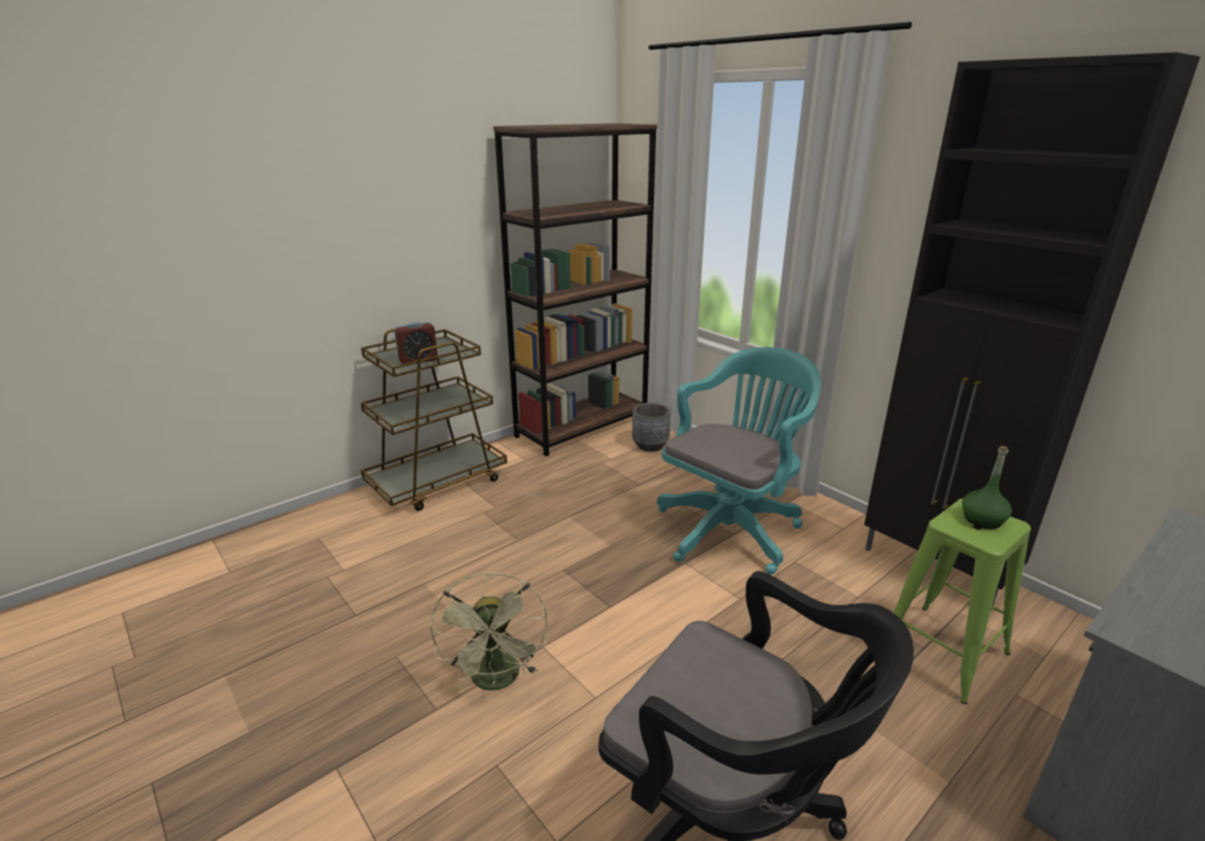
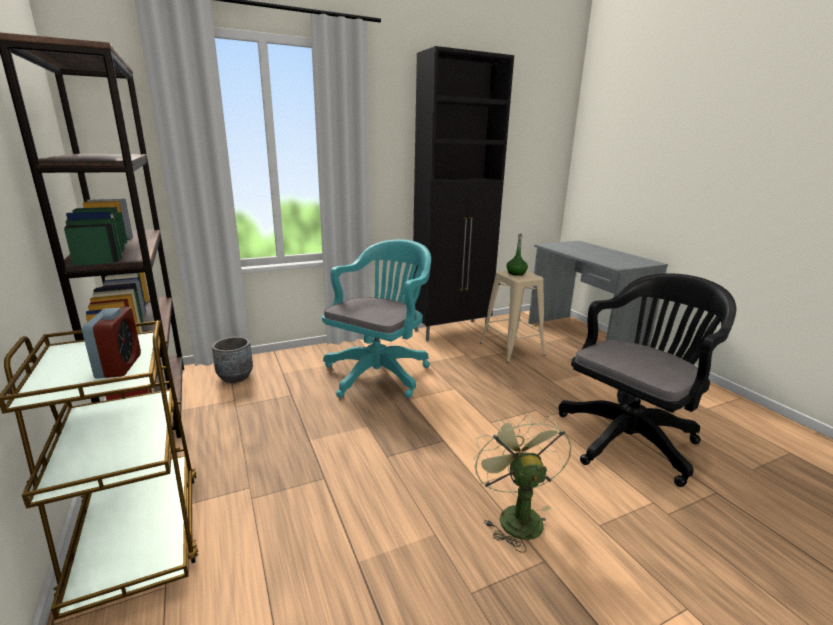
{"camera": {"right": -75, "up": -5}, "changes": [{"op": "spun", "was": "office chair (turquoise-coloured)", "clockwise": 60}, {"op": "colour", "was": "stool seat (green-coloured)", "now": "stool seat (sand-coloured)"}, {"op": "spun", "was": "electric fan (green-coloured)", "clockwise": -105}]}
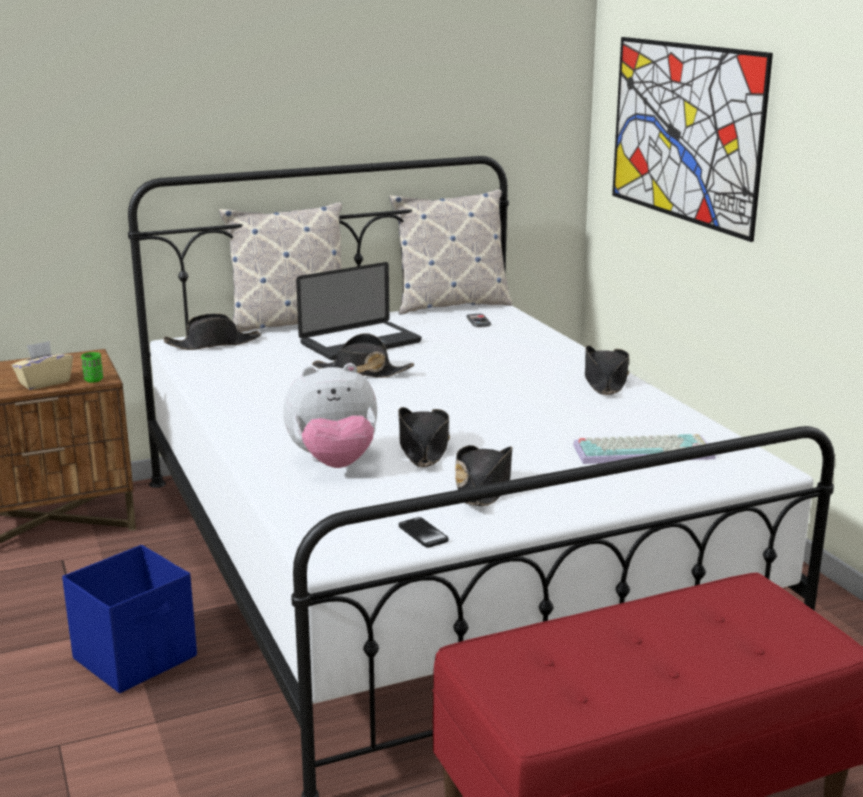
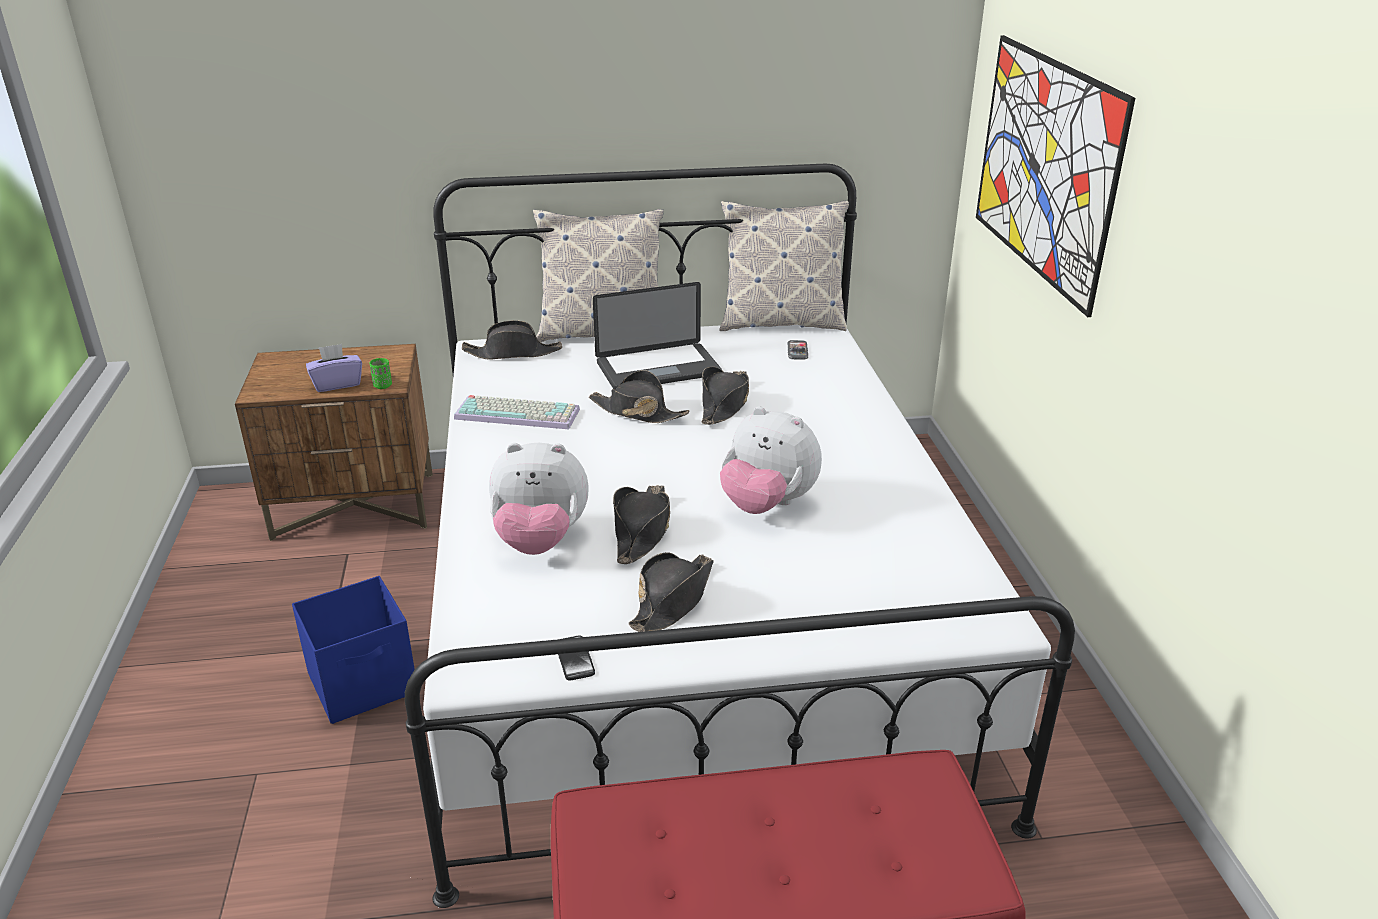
{"camera": {"right": 15, "up": 10}, "changes": [{"op": "colour", "was": "box of tissues (sand-coloured)", "now": "box of tissues (purple)"}, {"op": "relocated", "was": "wearable hat (black-coloured) (no. 5 from left)"}, {"op": "relocated", "was": "PC keyboard"}, {"op": "appeared", "now": "soft toy (no. 2 from left)"}]}
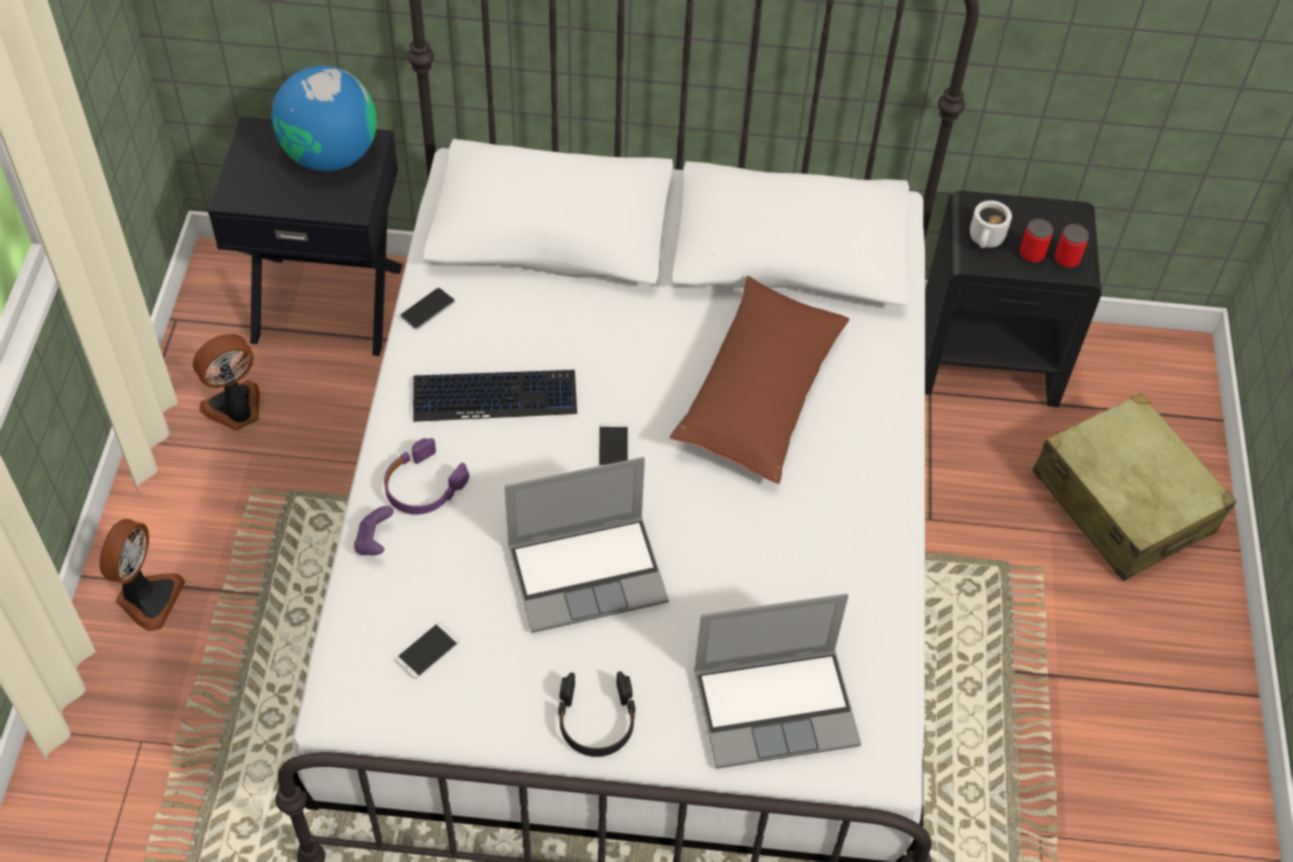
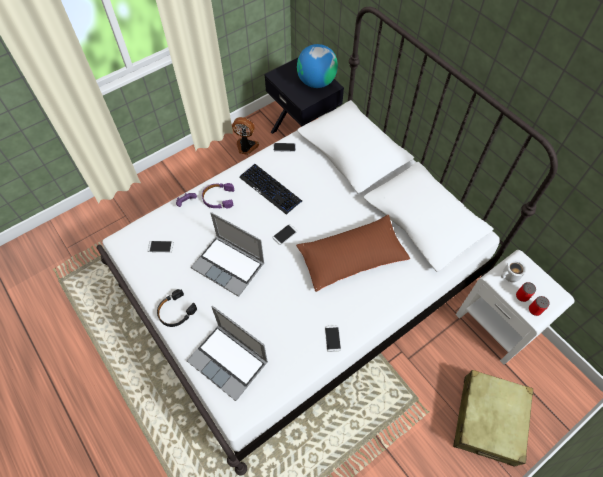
{"camera": {"right": 50, "up": 5}, "changes": [{"op": "colour", "was": "night table (black-coloured) (no. 2 from left)", "now": "night table (white)"}, {"op": "missing", "was": "electric fan (no. 1 from left)"}, {"op": "appeared", "now": "handset (no. 4 from left)"}]}
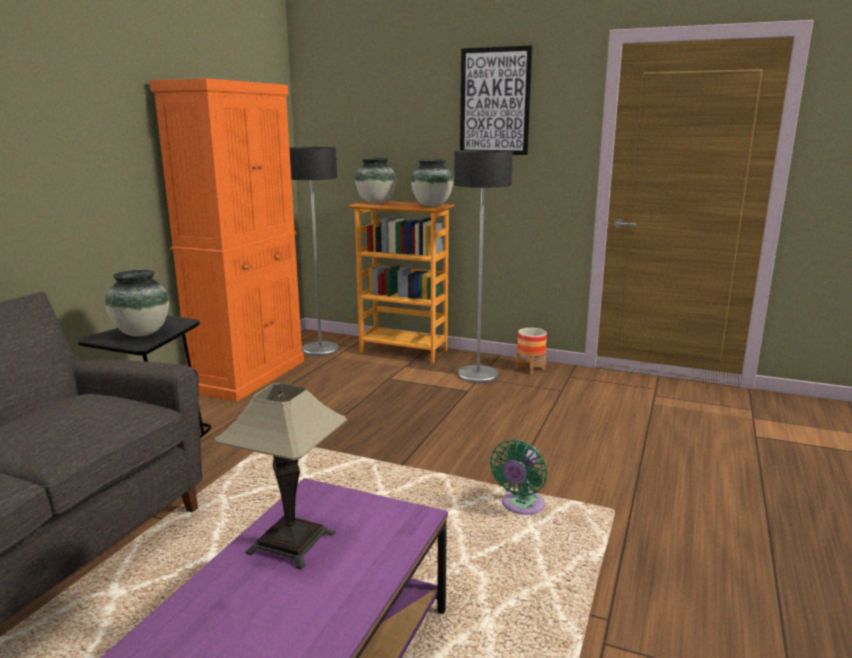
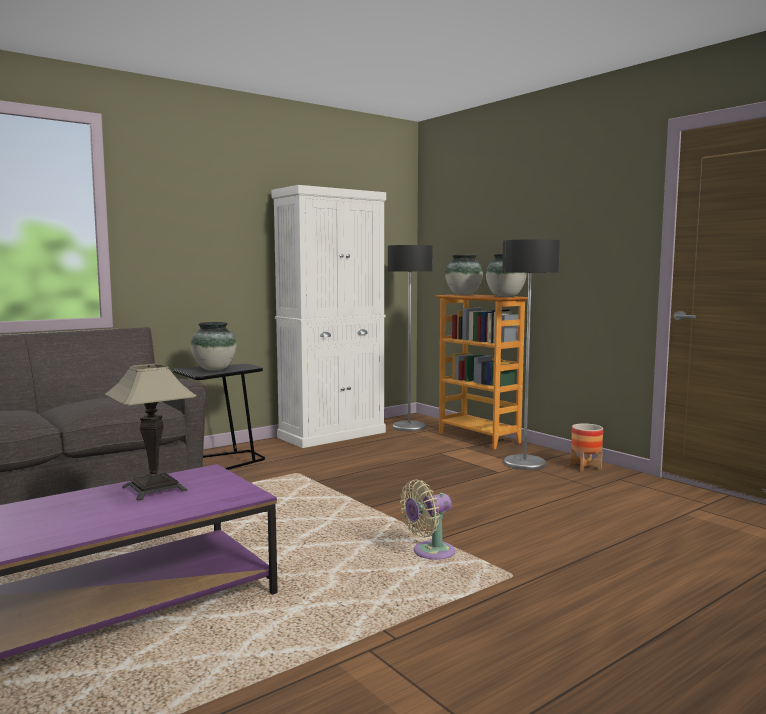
{"camera": {"right": 30, "up": -10}, "changes": [{"op": "missing", "was": "wall art"}, {"op": "colour", "was": "cupboard (orangey)", "now": "cupboard (white)"}, {"op": "colour", "was": "electric fan (green-coloured)", "now": "electric fan (sand-coloured)"}]}
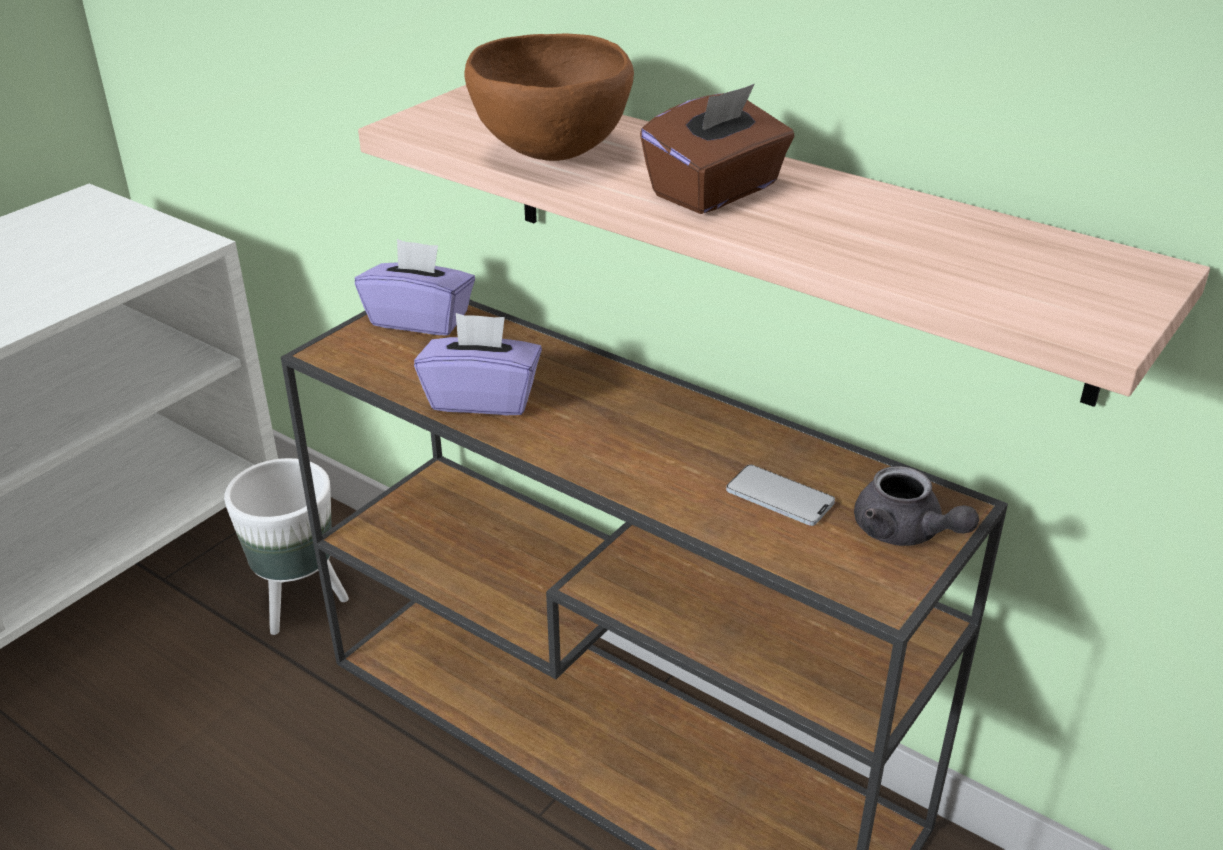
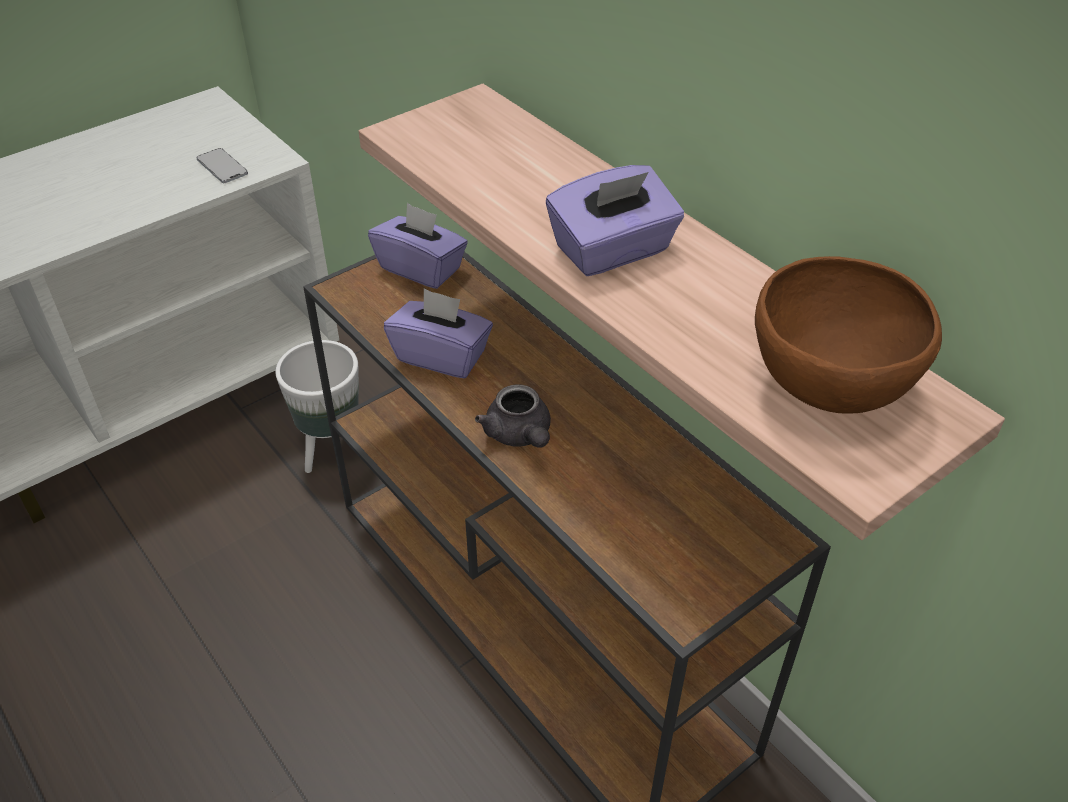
{"camera": {"right": 15, "up": 10}, "changes": [{"op": "relocated", "was": "bowl (brownish)"}, {"op": "colour", "was": "box of tissues (brownish)", "now": "box of tissues (purple) (no. 3 from left)"}, {"op": "relocated", "was": "handset"}, {"op": "relocated", "was": "pot for tea (gray)"}]}
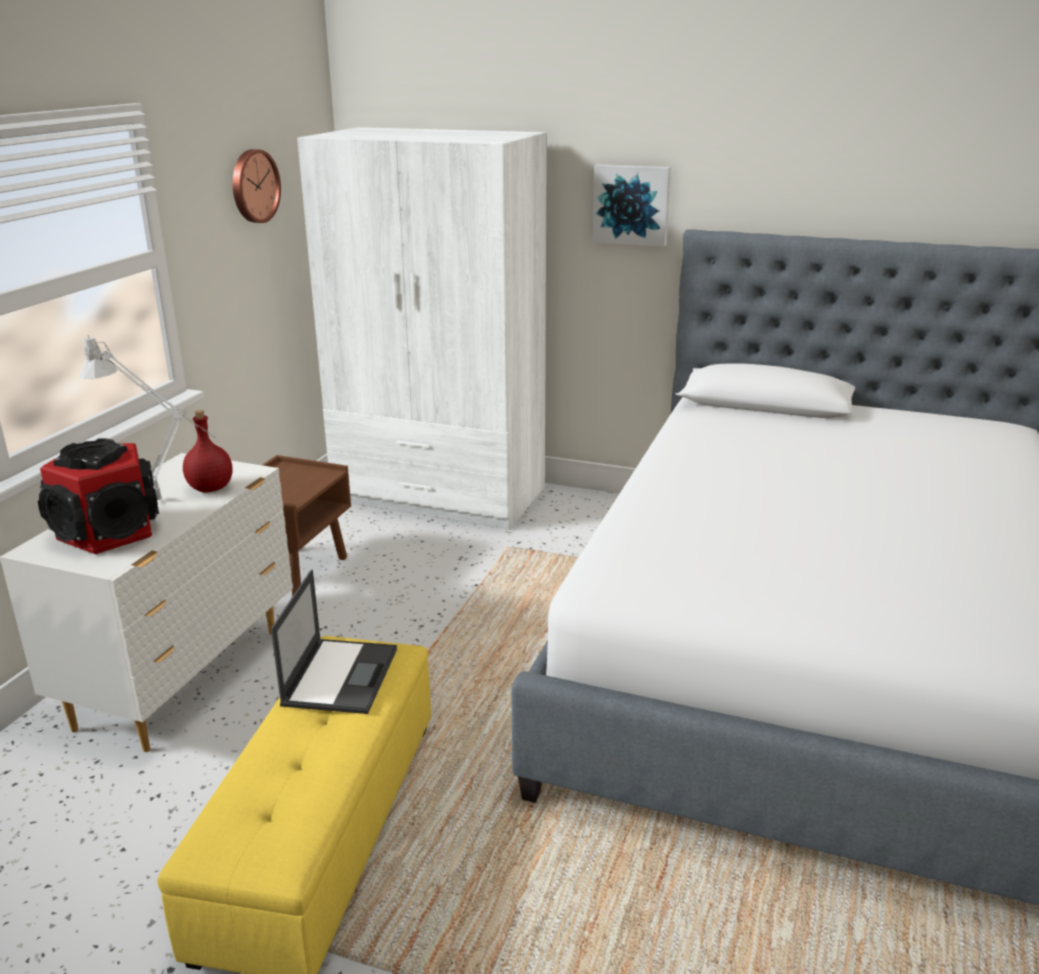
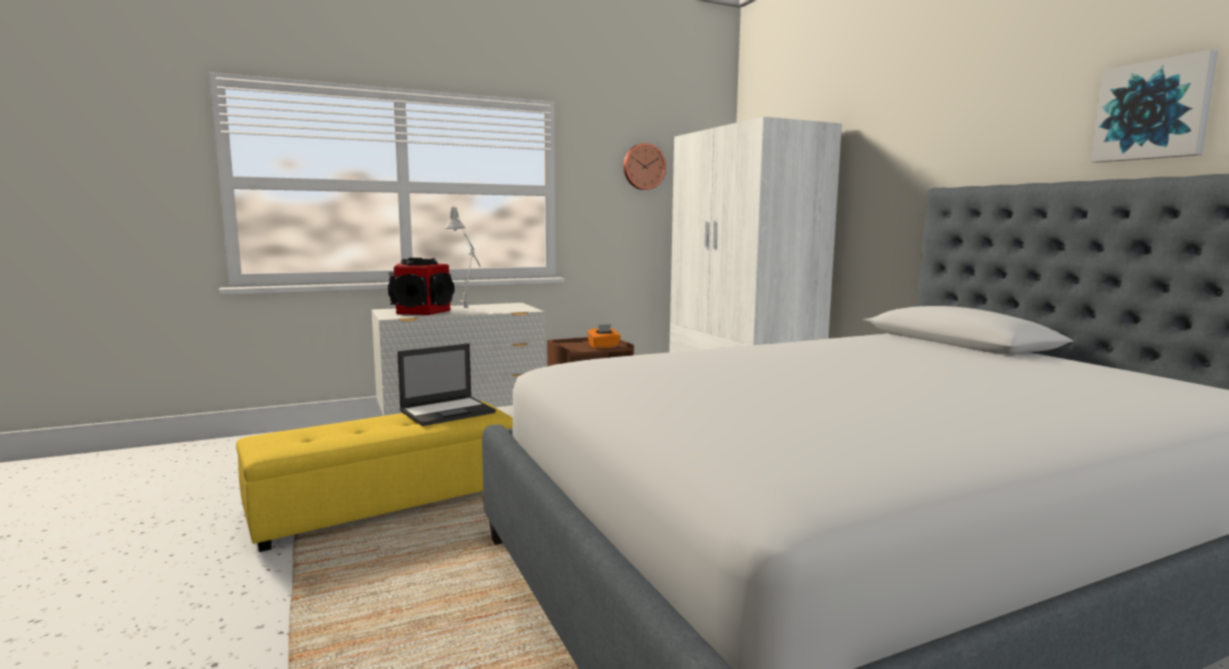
{"camera": {"right": 45, "up": -15}, "changes": [{"op": "relocated", "was": "wall art"}, {"op": "missing", "was": "bottle (red)"}, {"op": "appeared", "now": "box of tissues (orangey)"}]}
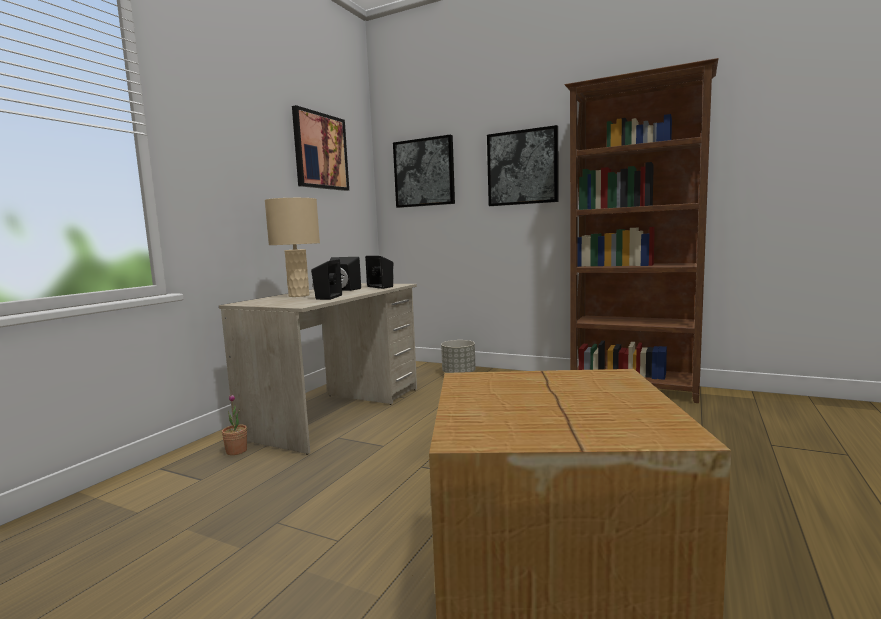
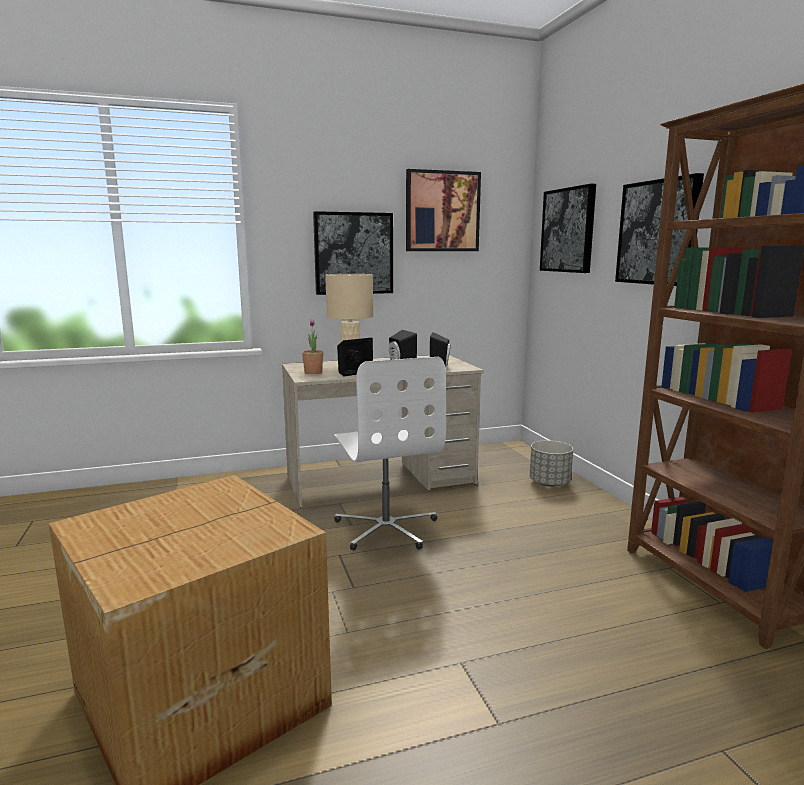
{"camera": {"right": 45, "up": 5}, "changes": [{"op": "relocated", "was": "plant in a pot"}, {"op": "appeared", "now": "wall art (no. 1 from left)"}, {"op": "appeared", "now": "office chair (white)"}]}
